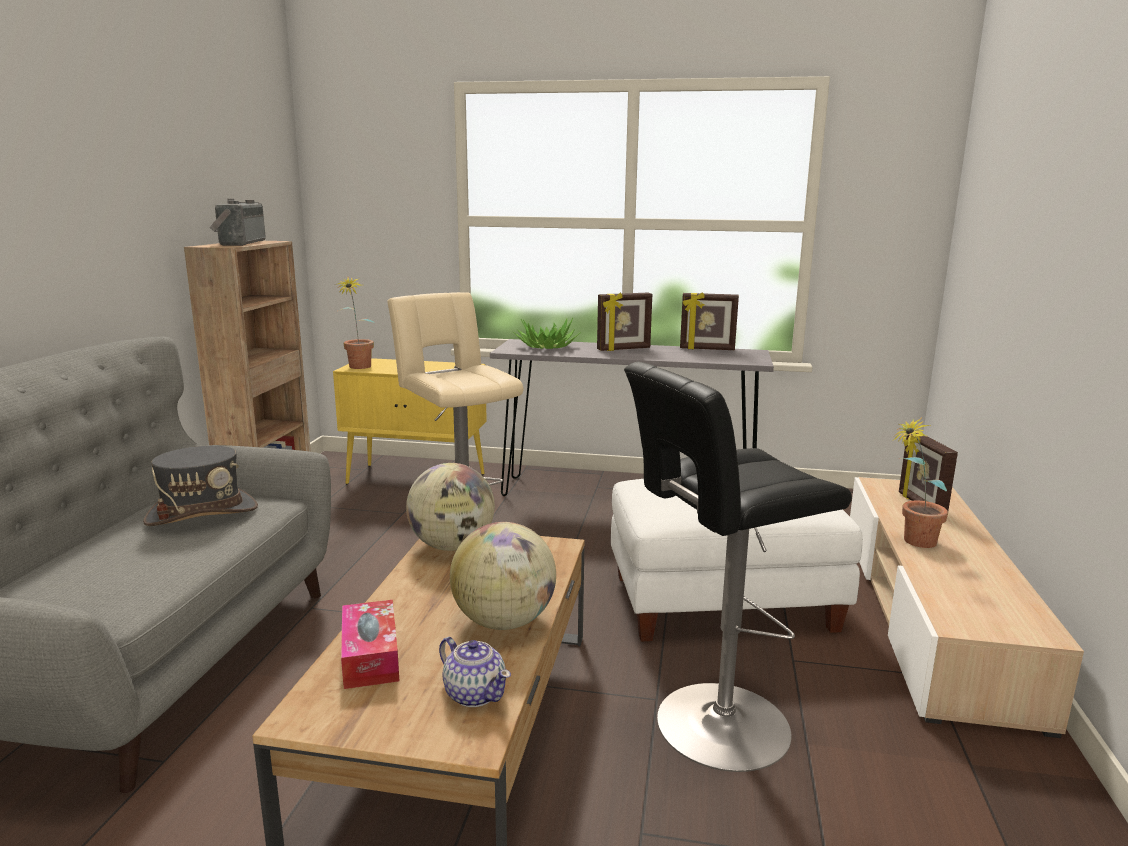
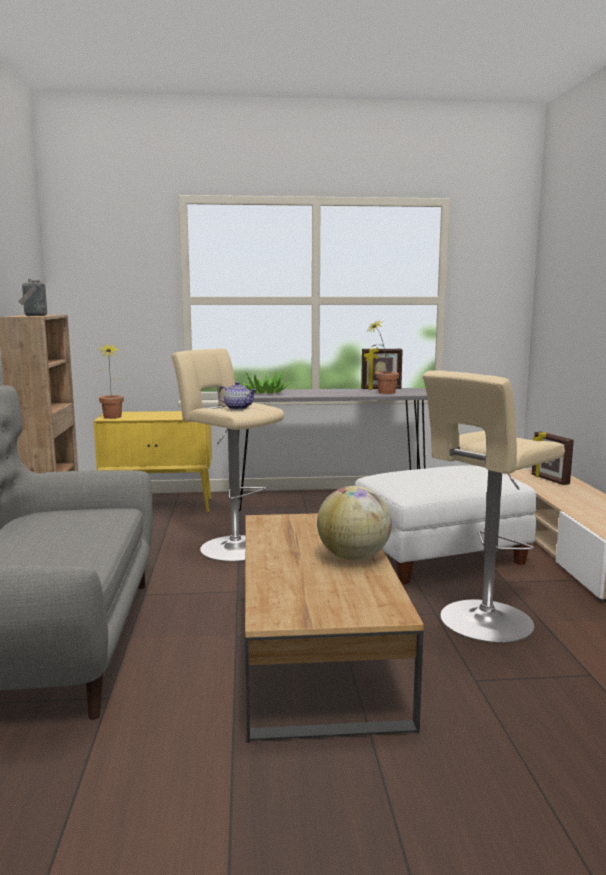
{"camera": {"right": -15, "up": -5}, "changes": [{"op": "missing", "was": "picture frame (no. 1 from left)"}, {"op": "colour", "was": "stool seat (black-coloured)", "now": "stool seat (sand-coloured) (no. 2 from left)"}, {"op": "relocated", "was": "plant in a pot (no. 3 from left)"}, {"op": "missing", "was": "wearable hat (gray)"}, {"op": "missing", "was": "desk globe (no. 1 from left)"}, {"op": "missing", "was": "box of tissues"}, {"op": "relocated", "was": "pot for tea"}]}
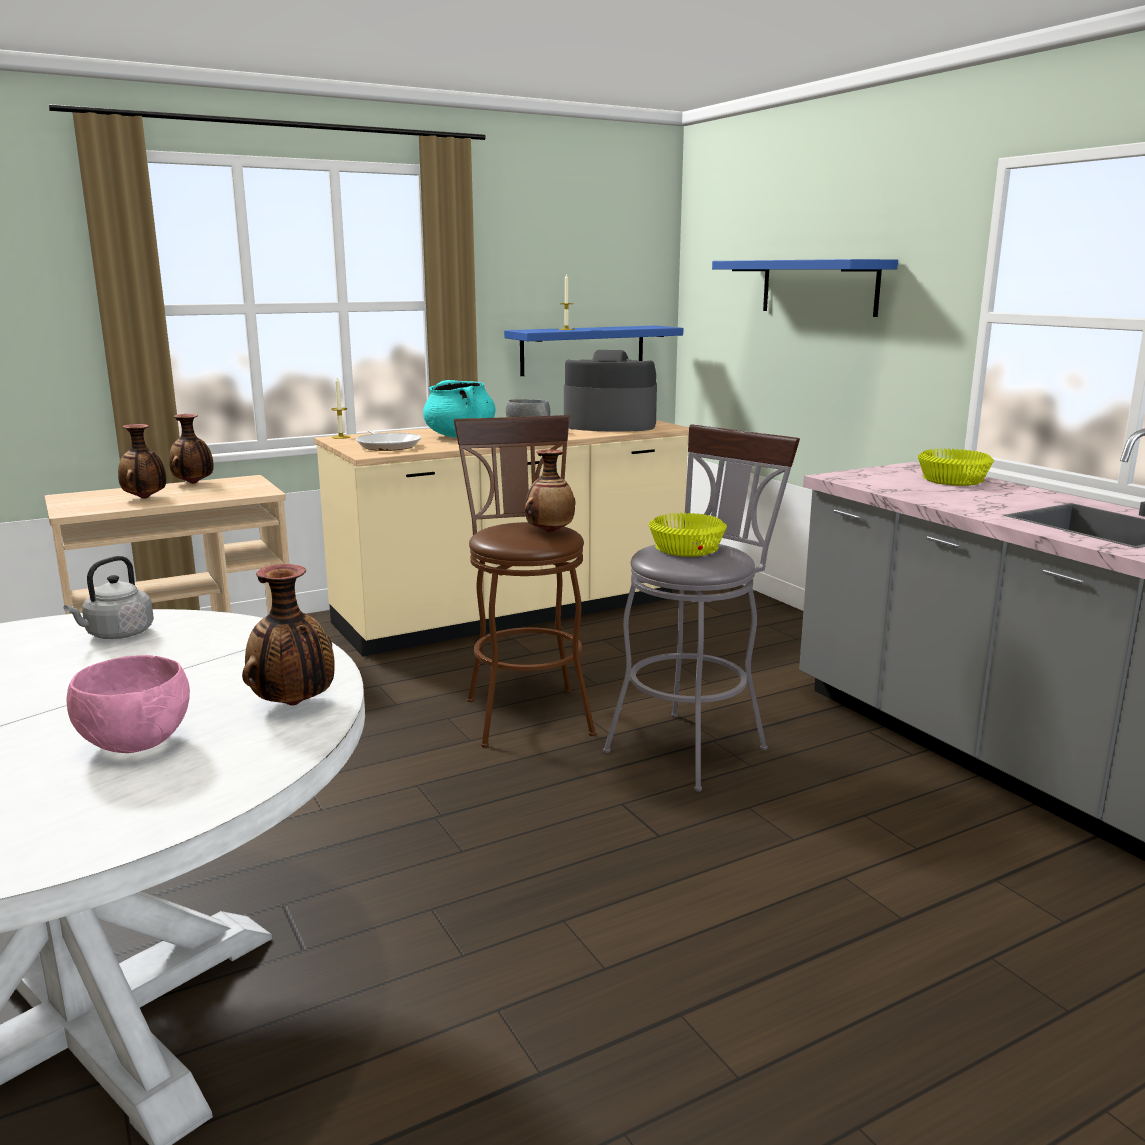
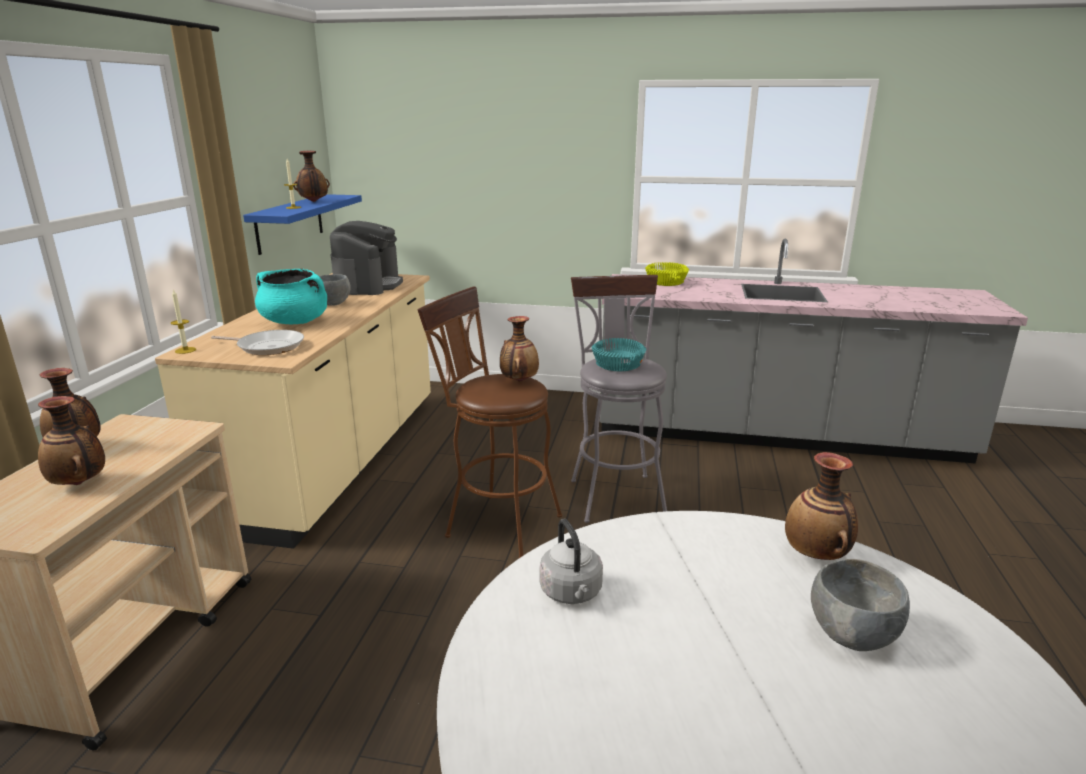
{"camera": {"right": -50, "up": 5}, "changes": [{"op": "missing", "was": "bracket shelf (bluish) (no. 2 from left)"}, {"op": "spun", "was": "coffee maker", "clockwise": 135}, {"op": "colour", "was": "bowl (yellow) (no. 1 from left)", "now": "bowl (turquoise-coloured)"}, {"op": "colour", "was": "bowl (pink-coloured)", "now": "bowl (gray) (no. 2 from left)"}, {"op": "appeared", "now": "flower vase (no. 3 from left)"}]}
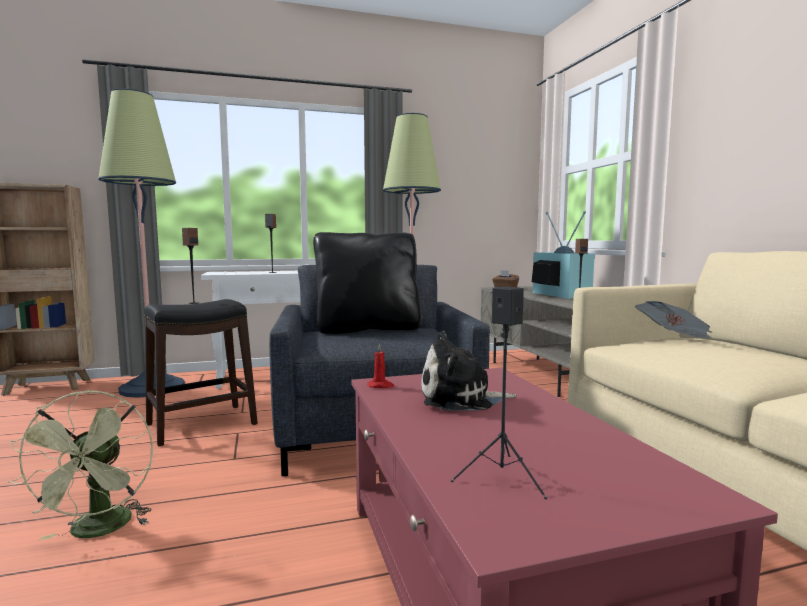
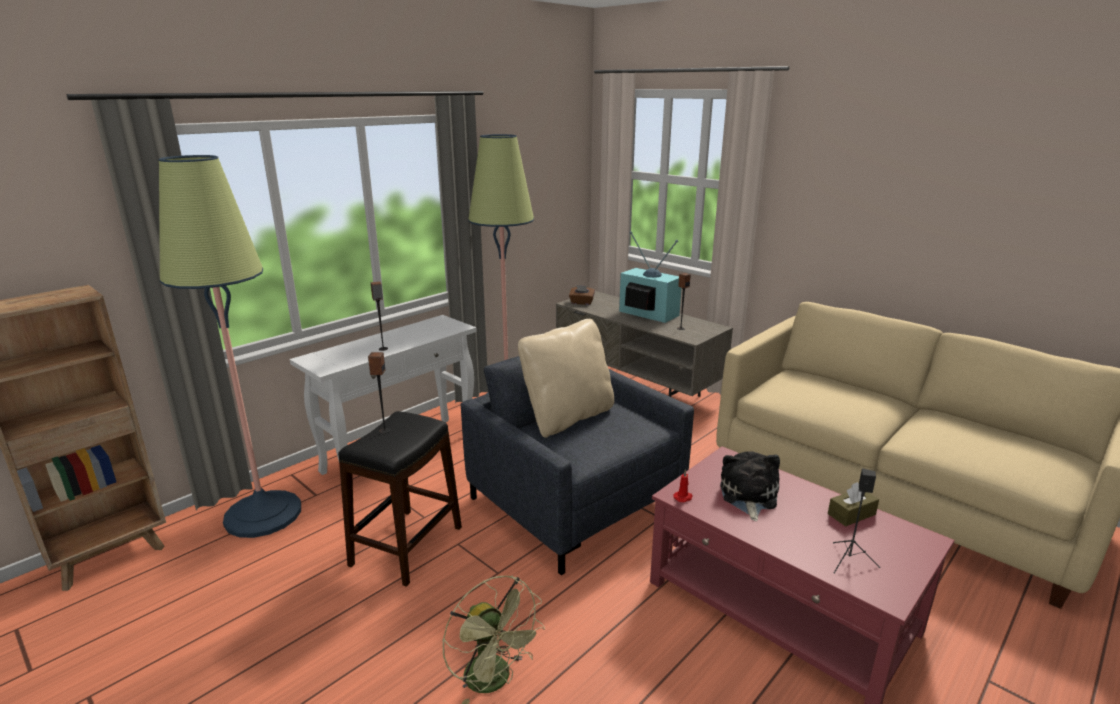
{"camera": {"right": -30, "up": 15}, "changes": [{"op": "colour", "was": "throw pillow (black-coloured)", "now": "throw pillow (sand-coloured)"}, {"op": "missing", "was": "daily paper"}, {"op": "spun", "was": "soft toy", "clockwise": 135}, {"op": "appeared", "now": "box of tissues (brownish) (no. 2 from left)"}]}
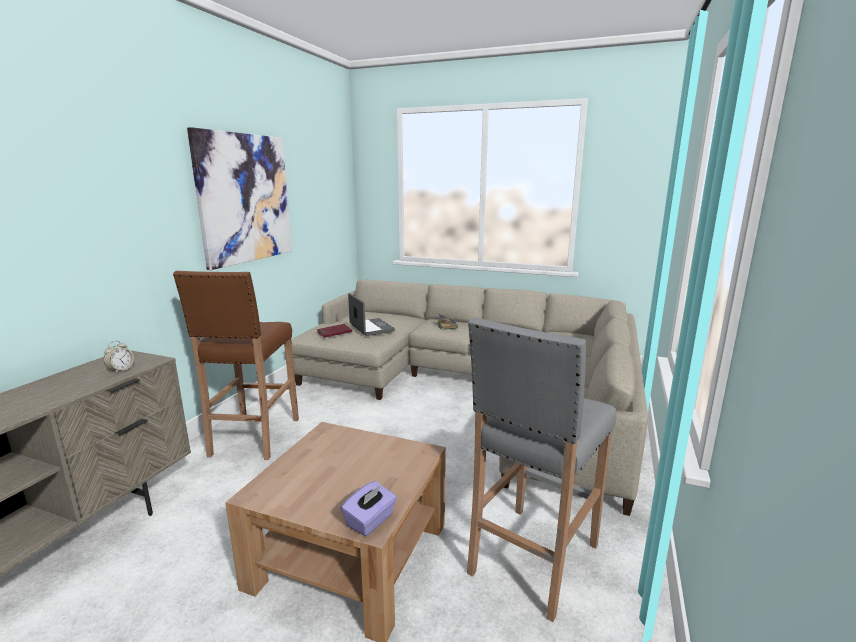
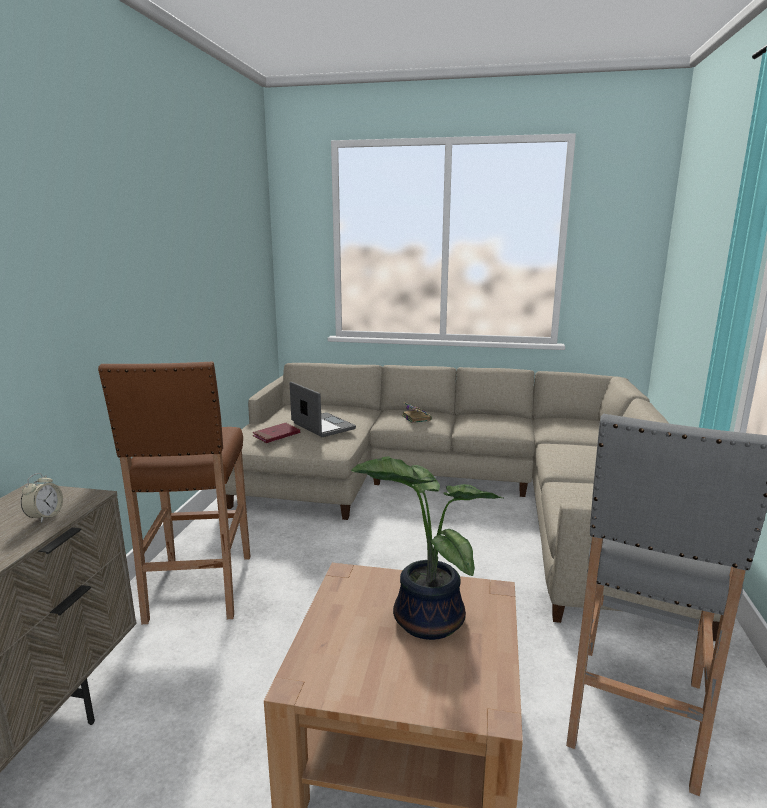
{"camera": {"right": -10, "up": 0}, "changes": [{"op": "missing", "was": "wall art"}, {"op": "missing", "was": "box of tissues (purple)"}, {"op": "appeared", "now": "plant in a pot"}]}
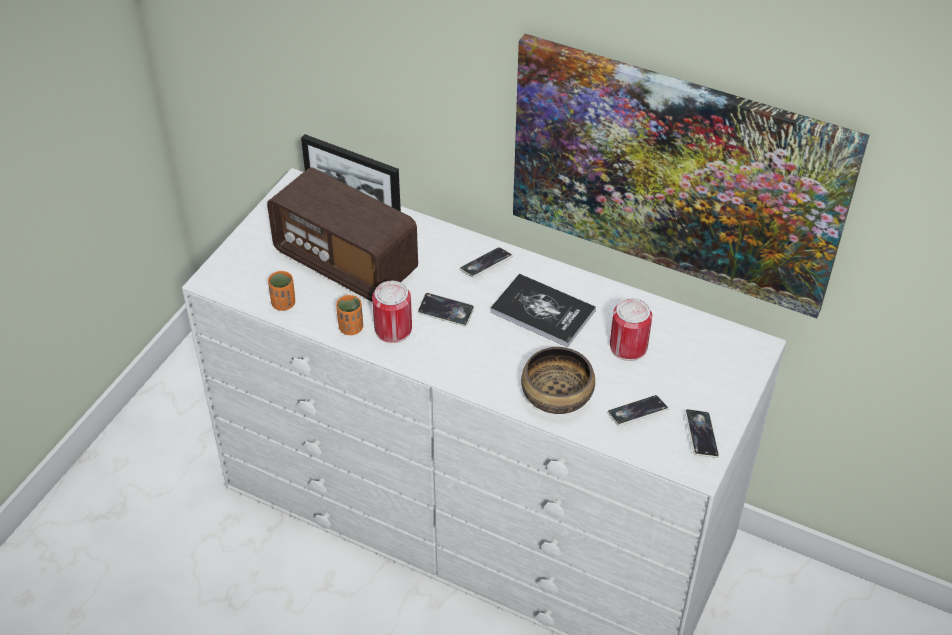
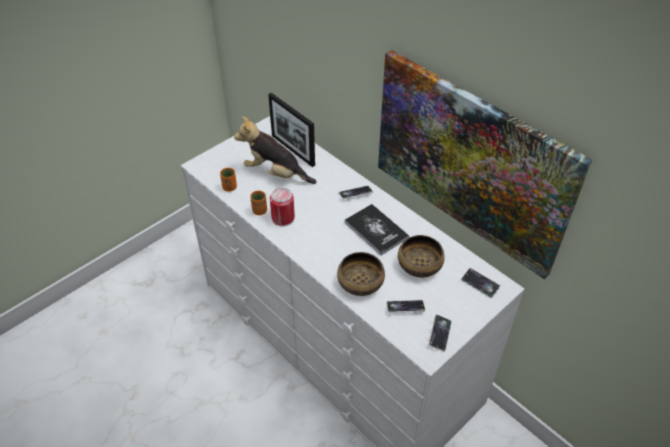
{"camera": {"right": 20, "up": 0}, "changes": [{"op": "exchanged", "was": "radio set", "now": "soft toy"}, {"op": "relocated", "was": "handset (no. 1 from left in the first image)", "now": "handset (no. 4 from left)"}, {"op": "exchanged", "was": "sealed can (no. 2 from left)", "now": "bowl (no. 2 from left)"}]}
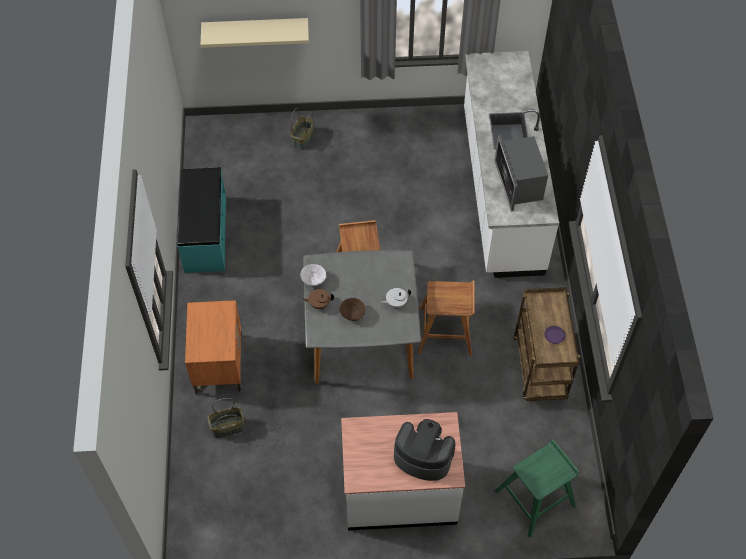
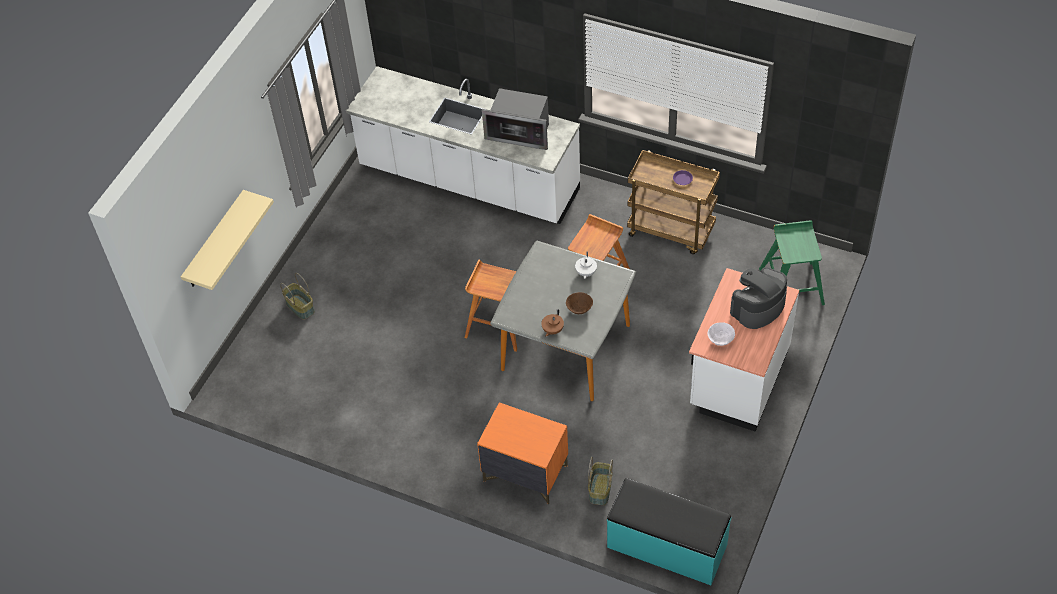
{"camera": {"right": -60, "up": -5}, "changes": [{"op": "relocated", "was": "long seat (turquoise-coloured)"}, {"op": "relocated", "was": "bowl (white)"}]}
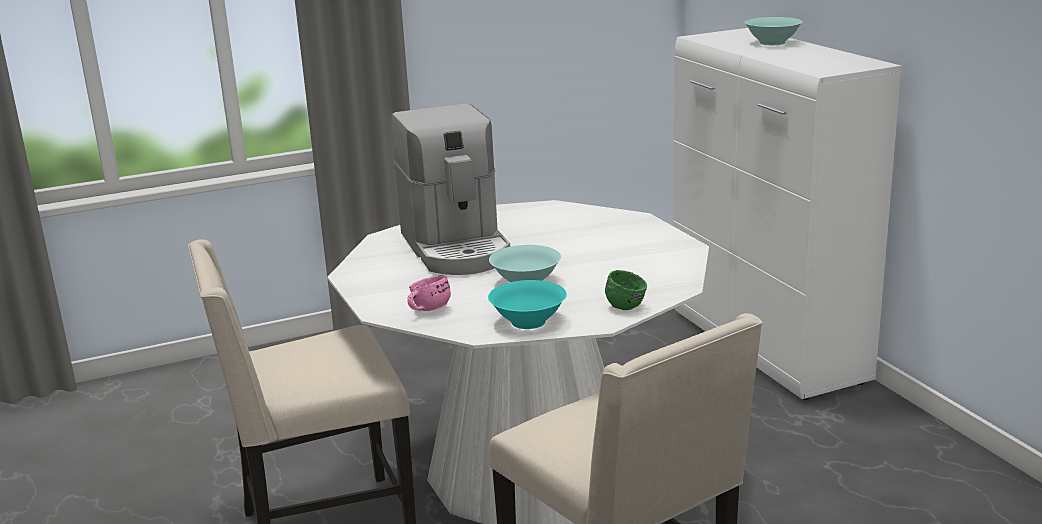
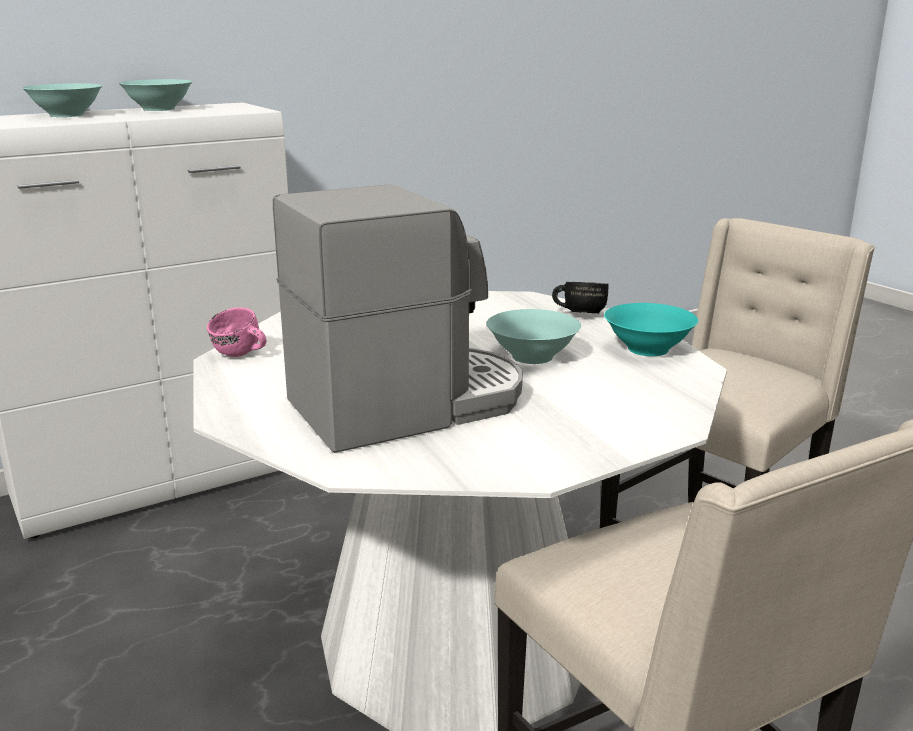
{"camera": {"right": -100, "up": 0}, "changes": [{"op": "colour", "was": "tea mug (green-coloured)", "now": "tea mug (black-coloured)"}, {"op": "relocated", "was": "tea mug (pink-coloured)"}, {"op": "appeared", "now": "bowl (turquoise-coloured) (no. 2 from left)"}]}
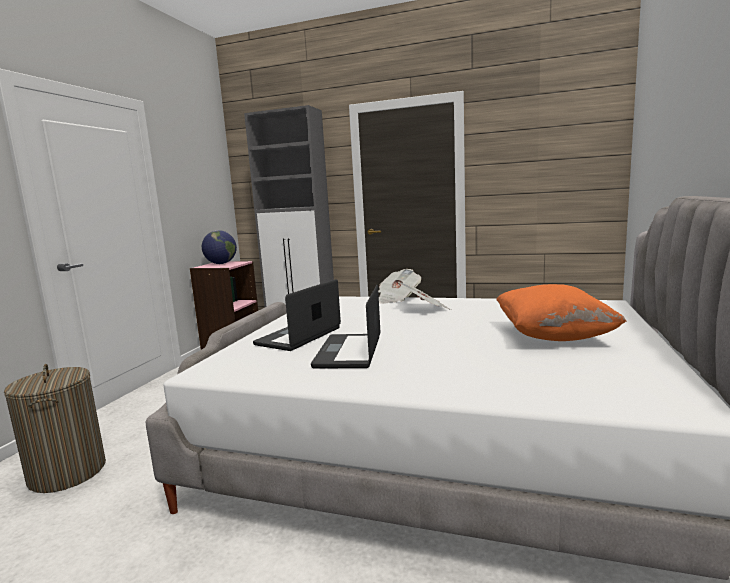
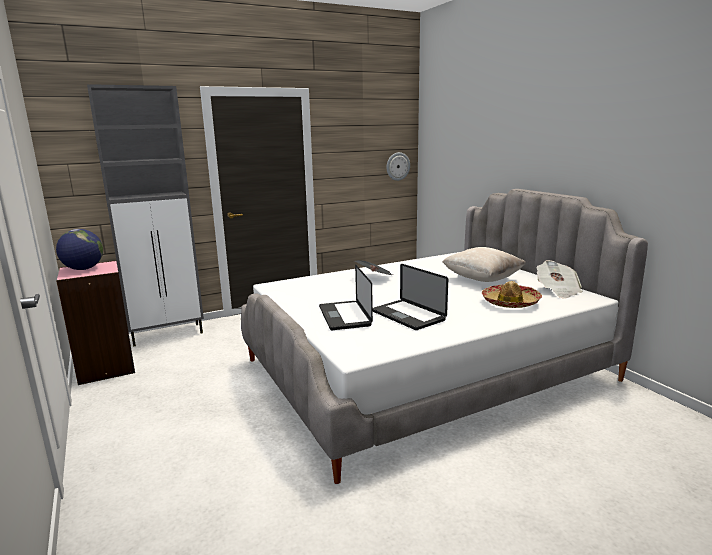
{"camera": {"right": -45, "up": 5}, "changes": [{"op": "relocated", "was": "daily paper (no. 1 from left in the first image)", "now": "daily paper (no. 2 from left)"}, {"op": "colour", "was": "throw pillow (orangey)", "now": "throw pillow (sand-coloured)"}, {"op": "missing", "was": "washing basket"}, {"op": "appeared", "now": "hanging clock"}, {"op": "appeared", "now": "wearable hat"}]}
